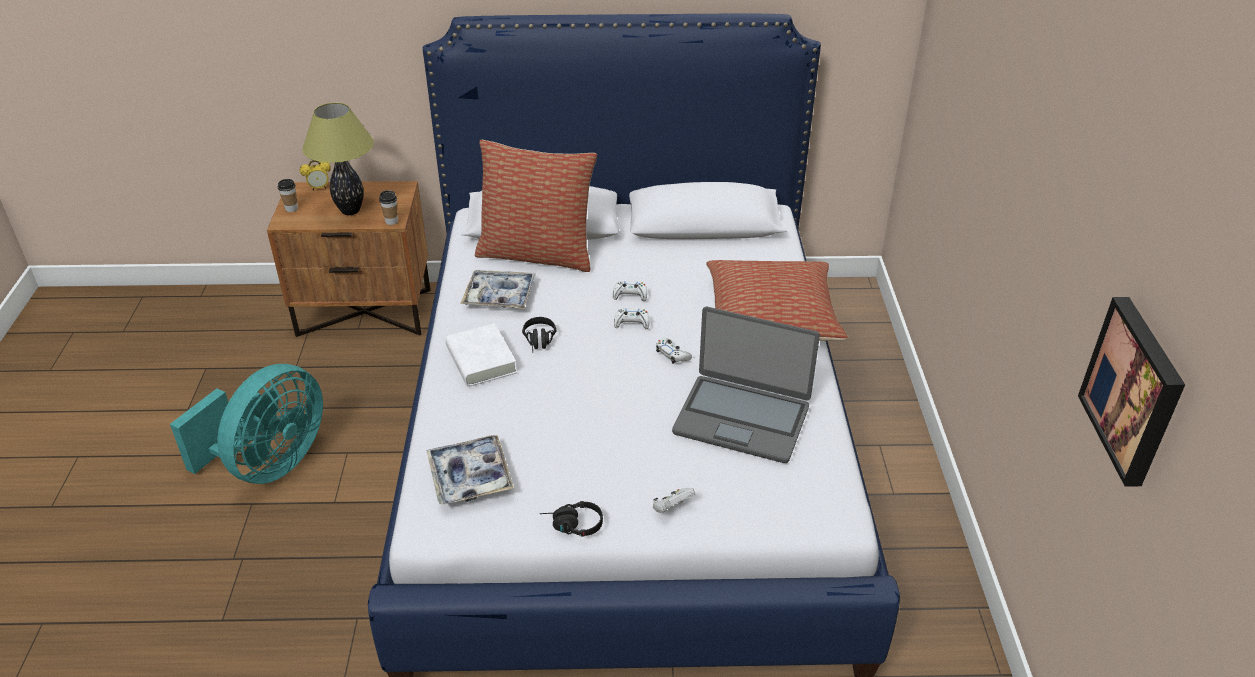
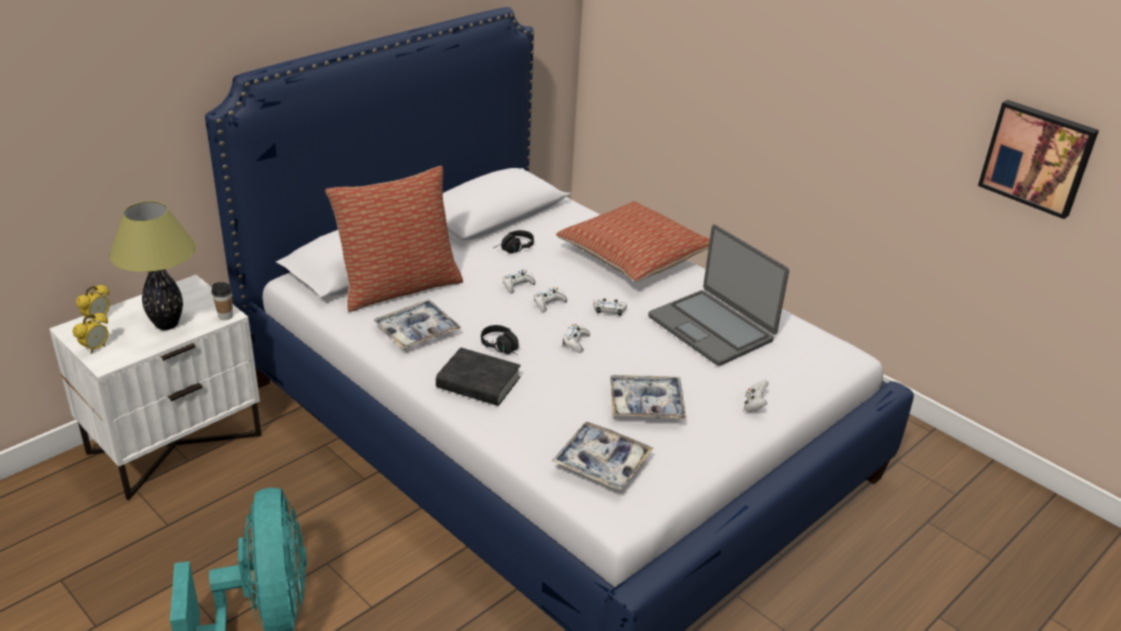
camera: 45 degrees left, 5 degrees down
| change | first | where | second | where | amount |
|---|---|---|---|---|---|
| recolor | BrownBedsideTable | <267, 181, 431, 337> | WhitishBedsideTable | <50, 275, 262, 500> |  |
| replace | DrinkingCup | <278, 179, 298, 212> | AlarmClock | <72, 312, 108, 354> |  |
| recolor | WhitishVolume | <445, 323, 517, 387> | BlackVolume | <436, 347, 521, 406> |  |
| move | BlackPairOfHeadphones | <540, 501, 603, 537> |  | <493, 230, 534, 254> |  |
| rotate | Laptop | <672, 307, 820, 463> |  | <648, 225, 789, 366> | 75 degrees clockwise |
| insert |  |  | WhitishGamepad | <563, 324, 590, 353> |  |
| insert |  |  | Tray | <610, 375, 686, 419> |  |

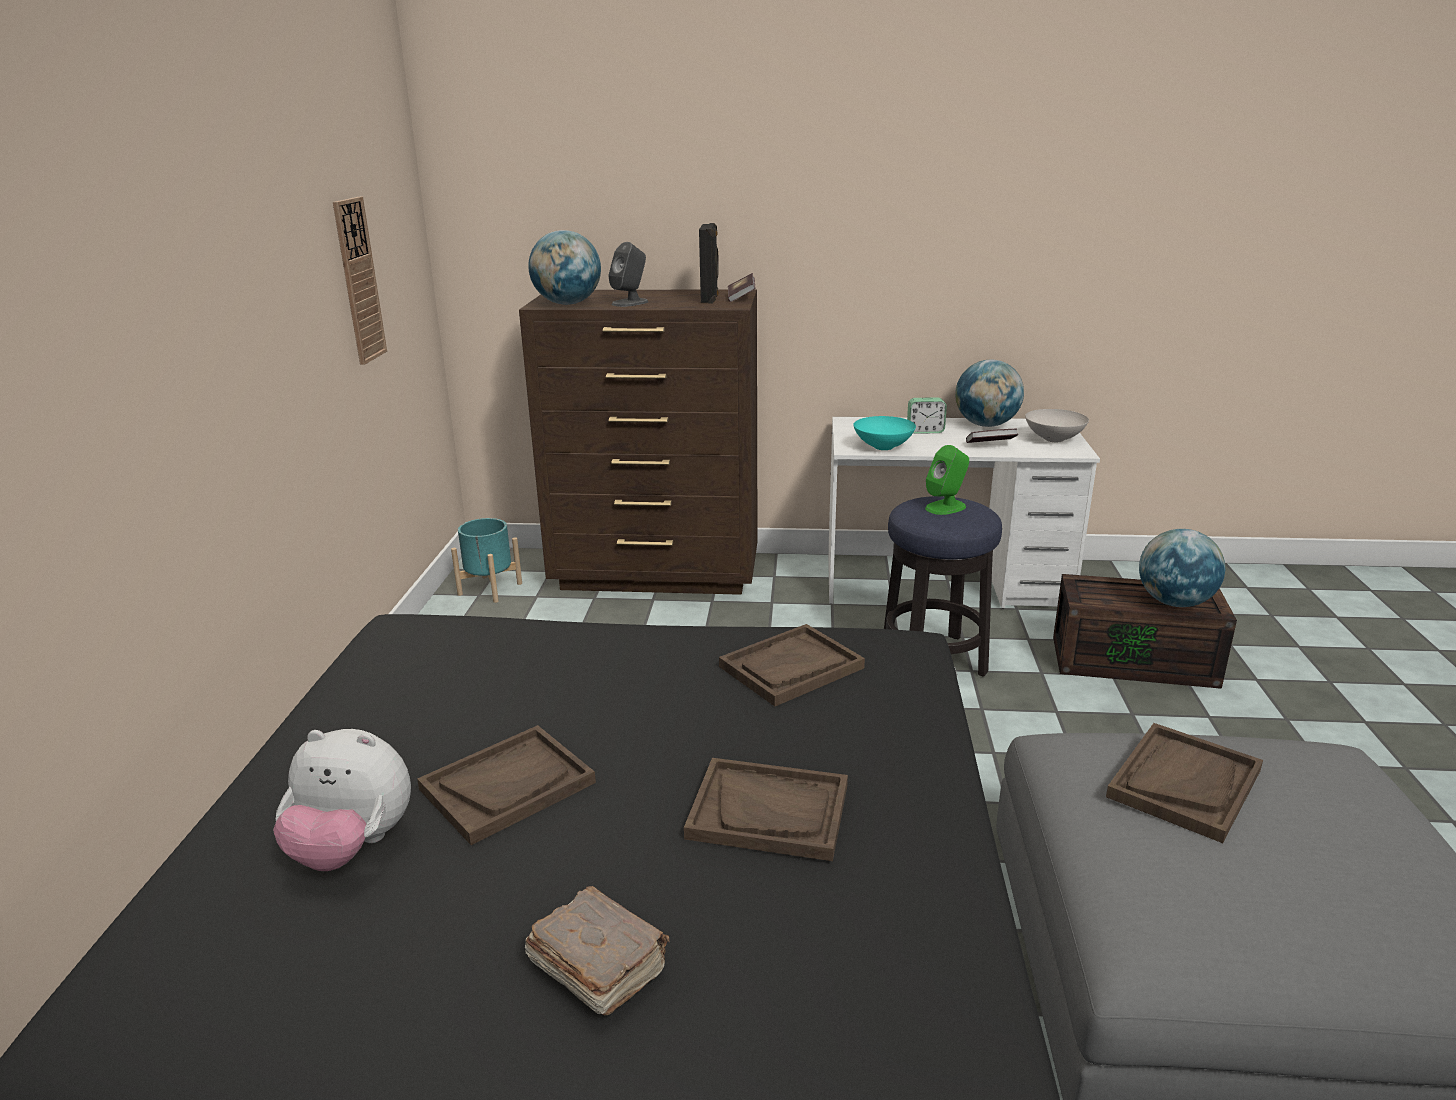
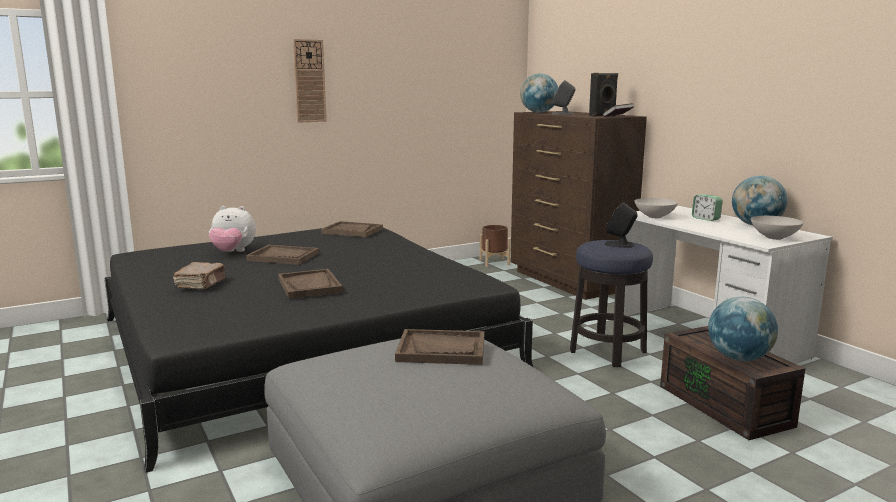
camera: 55 degrees right, 10 degrees down
| change | first | where | second | where | amount |
|---|---|---|---|---|---|
| rotate | CuddlyToy | <273, 729, 411, 871> |  | <209, 206, 256, 252> | 60 degrees counterclockwise |
| move | HangingClock | <333, 197, 387, 365> |  | <293, 39, 327, 123> |  |
| recolor | TurquoisePlanter | <451, 518, 522, 603> | BrownPlanter | <479, 225, 511, 267> |  |
| move | BrownTray | <719, 624, 865, 706> |  | <321, 221, 383, 237> |  |
| recolor | TurquoiseDeepDish | <854, 416, 916, 450> | WhitishDeepDish | <635, 198, 678, 218> |  |
| recolor | GreenColouredLoudspeaker | <925, 445, 969, 515> | BlackLoudspeaker | <605, 202, 638, 248> |  |
| delete | Volume | <966, 429, 1018, 443> |  |  |  |

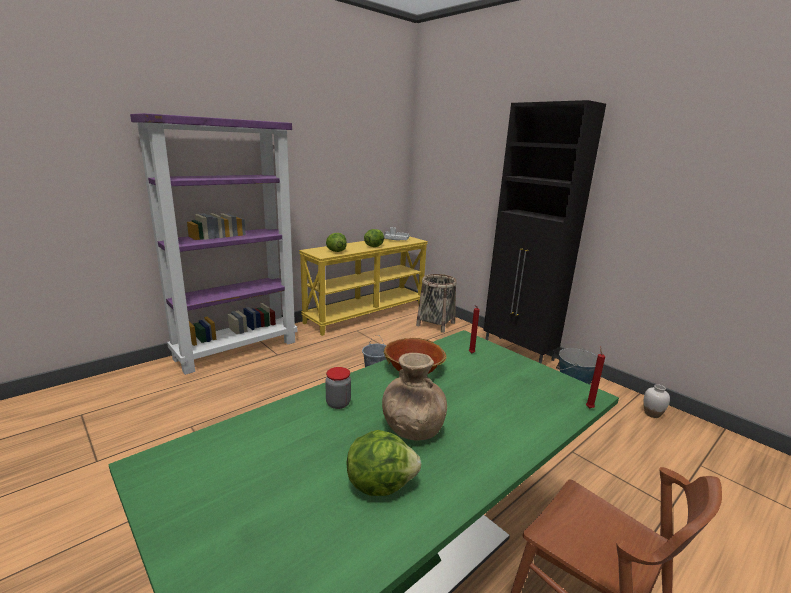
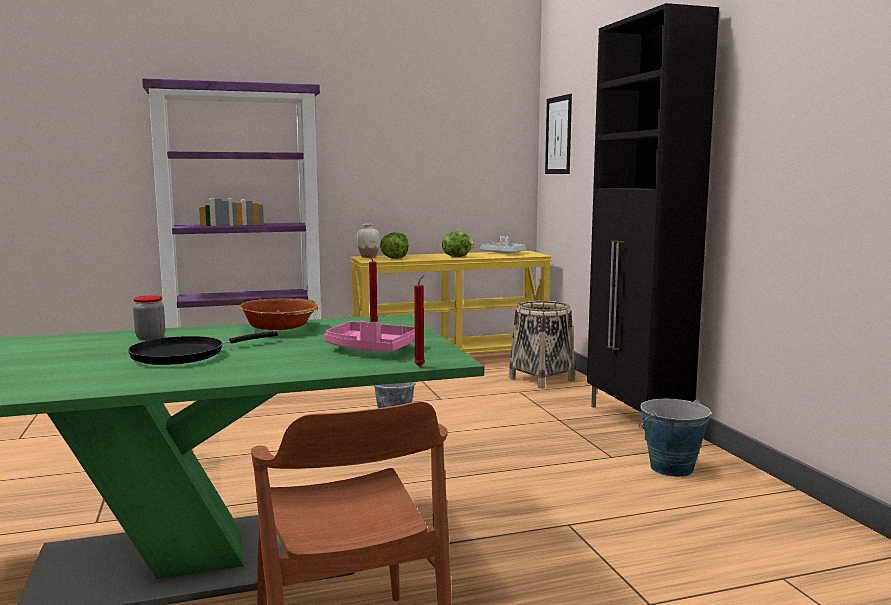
camera: 25 degrees right, 10 degrees down
| change | first | where | second | where | amount |
|---|---|---|---|---|---|
| delete | HeadOfLettuce | <346, 430, 421, 496> |  |  |  |
| replace | BrownDecorativeVase | <382, 353, 447, 440> | BlackSkillet | <128, 331, 278, 365> |  |
| move | WhitishDecorativeVase | <643, 384, 670, 418> |  | <357, 224, 380, 258> |  |
| insert |  |  | PinkColouredTray | <324, 321, 415, 352> |  |
| insert |  |  | WallPicture | <545, 94, 572, 174> |  |

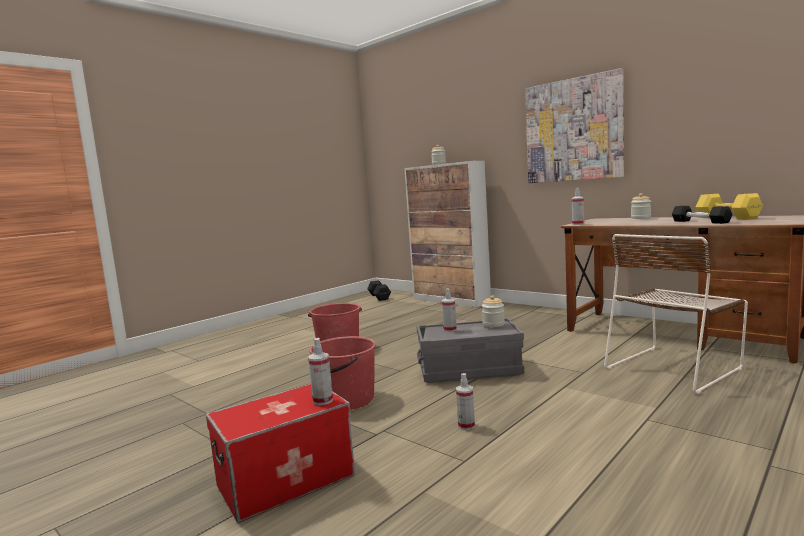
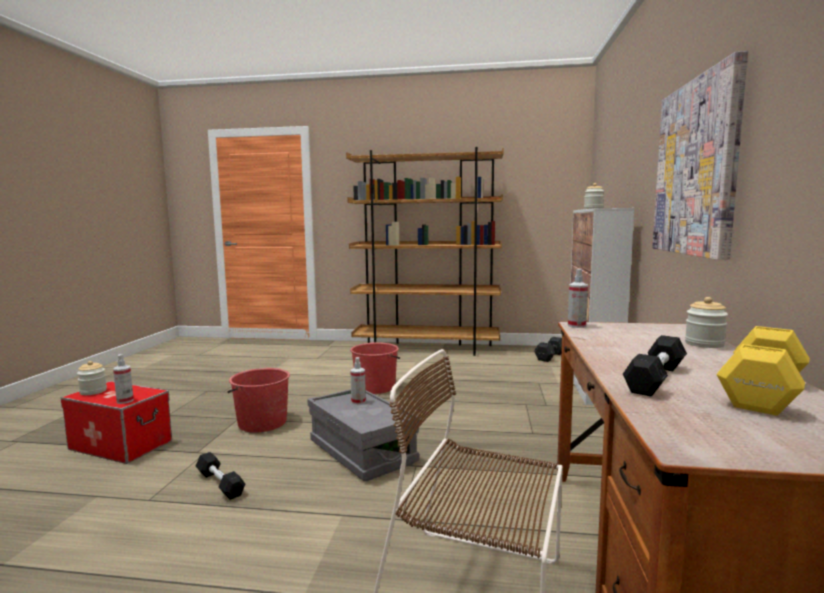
camera: 55 degrees right, 0 degrees up
| change | first | where | second | where | amount |
|---|---|---|---|---|---|
| replace | HandSprayer | <456, 373, 475, 430> | BlackHandWeight | <196, 452, 245, 500> |  |
| move | StorageJar | <482, 296, 505, 327> |  | <77, 361, 107, 395> |  |
| insert |  |  | BrownBookshelf | <346, 147, 504, 356> |  |

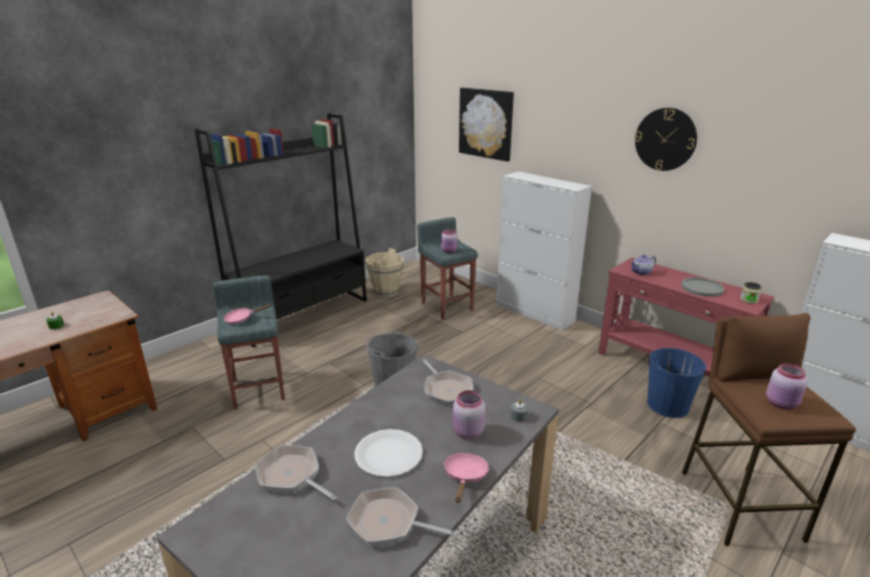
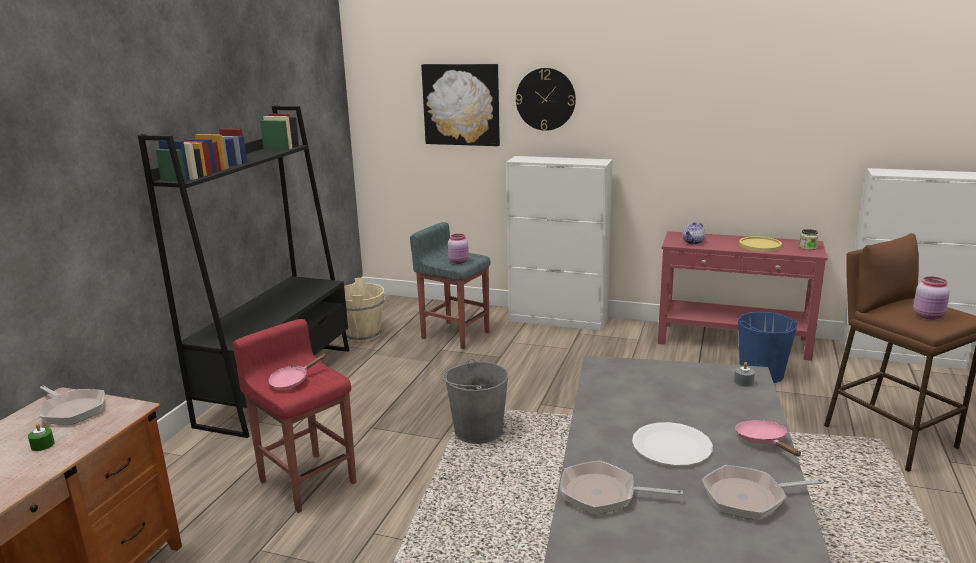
camera: 25 degrees left, 5 degrees down
| change | first | where | second | where | amount |
|---|---|---|---|---|---|
| recolor | GreyishStool | <213, 275, 285, 410> | RedStool | <232, 319, 357, 513> |  |
| move | Skillet | <422, 359, 473, 406> |  | <39, 386, 105, 425> |  |
| delete | PinkColouredStorageJar | <453, 390, 485, 439> |  |  |  |
| move | HangingClock | <635, 108, 697, 171> |  | <516, 68, 576, 131> |  |
| recolor | GreyishDinnerPlate | <681, 277, 724, 297> | YellowDinnerPlate | <739, 236, 782, 252> |  |

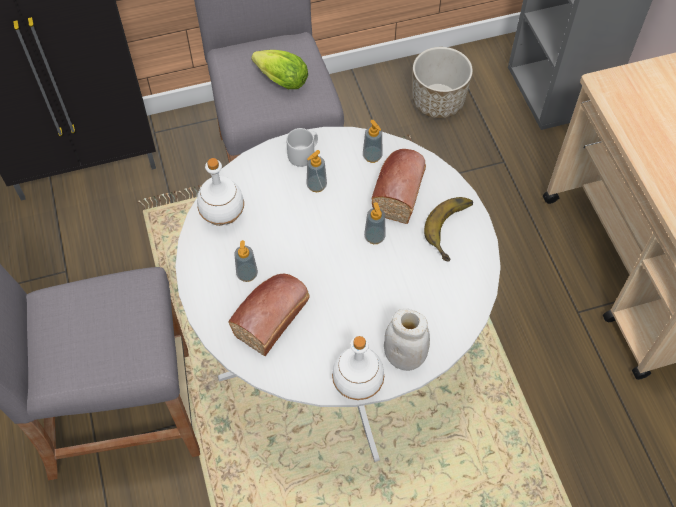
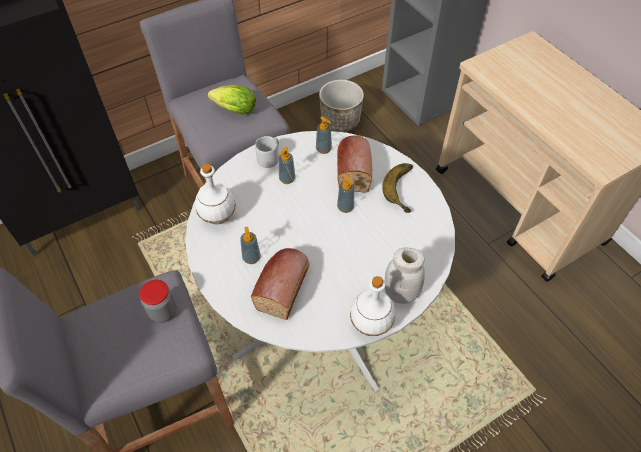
camera: 15 degrees left, 5 degrees down
| change | first | where | second | where | amount |
|---|---|---|---|---|---|
| insert |  |  | StorageJar | <139, 280, 177, 323> |  |

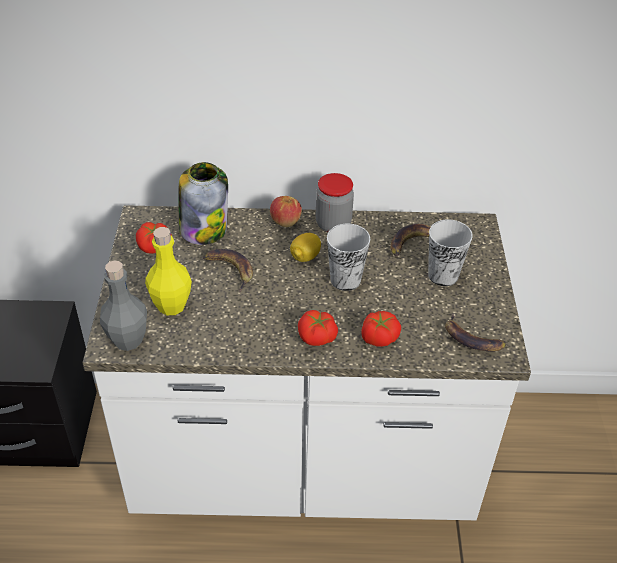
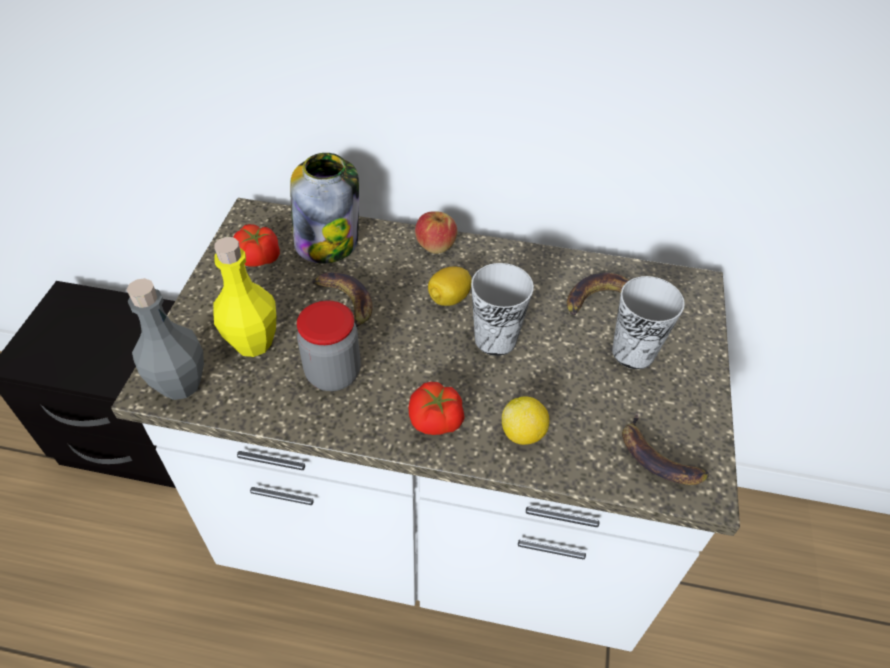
camera: 10 degrees right, 5 degrees up
| change | first | where | second | where | amount |
|---|---|---|---|---|---|
| move | StorageJar | <316, 173, 354, 232> |  | <297, 301, 361, 391> |  |
| replace | Tomato | <361, 311, 401, 347> | WholeLemon | <502, 396, 549, 445> |  |

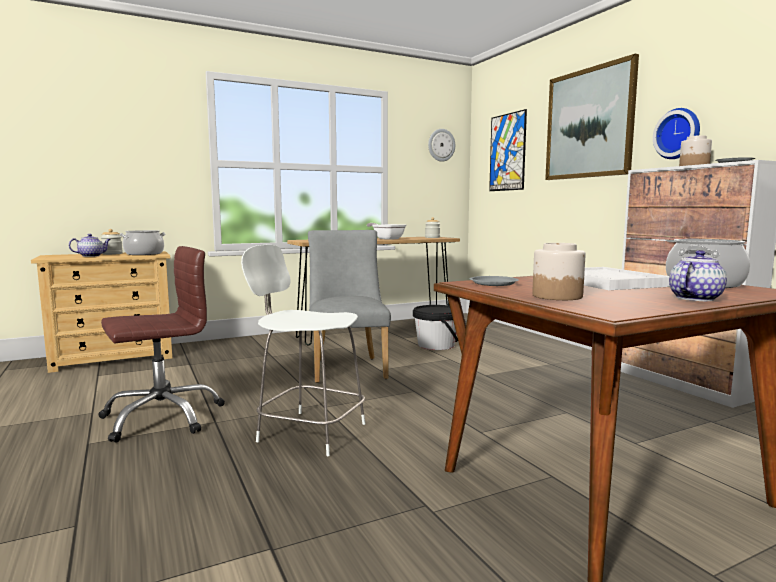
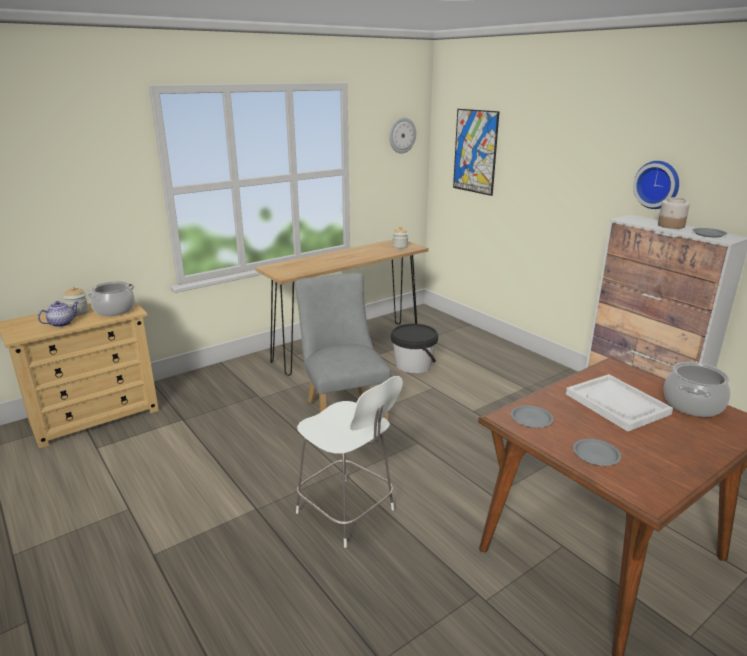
camera: 10 degrees left, 15 degrees up
| change | first | where | second | where | amount |
|---|---|---|---|---|---|
| delete | BrownDeskChair | <98, 246, 225, 443> |  |  |  |
| rotate | WhitishPlainChair | <241, 245, 365, 456> |  | <296, 376, 403, 548> | 150 degrees counterclockwise |
| delete | Skillet | <367, 223, 406, 240> |  |  |  |
| replace | StorageJar | <532, 243, 585, 300> | GreyishDinnerPlate | <573, 438, 621, 466> |  |
| delete | WallPicture | <545, 54, 639, 180> |  |  |  |
| delete | PotForTea | <669, 250, 727, 301> |  |  |  |

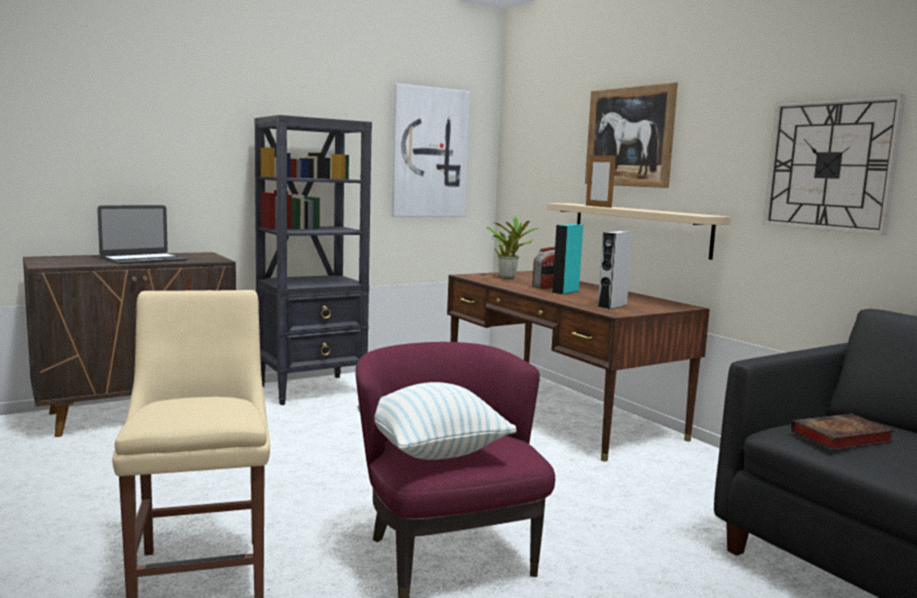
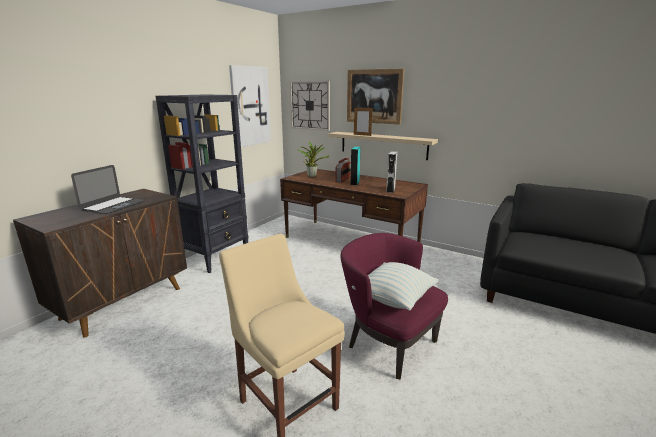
camera: 25 degrees left, 10 degrees up
| change | first | where | second | where | amount |
|---|---|---|---|---|---|
| move | HangingClock | <763, 94, 906, 236> |  | <290, 81, 330, 131> |  |
| delete | Volume | <791, 414, 895, 450> |  |  |  |

